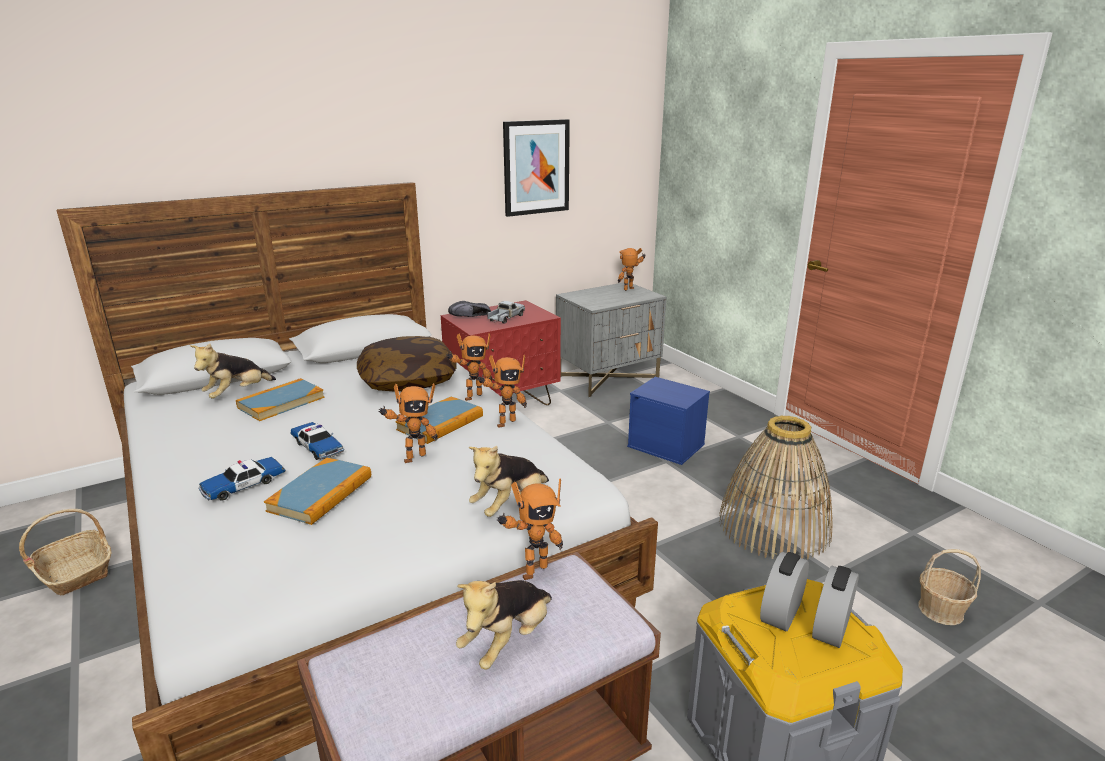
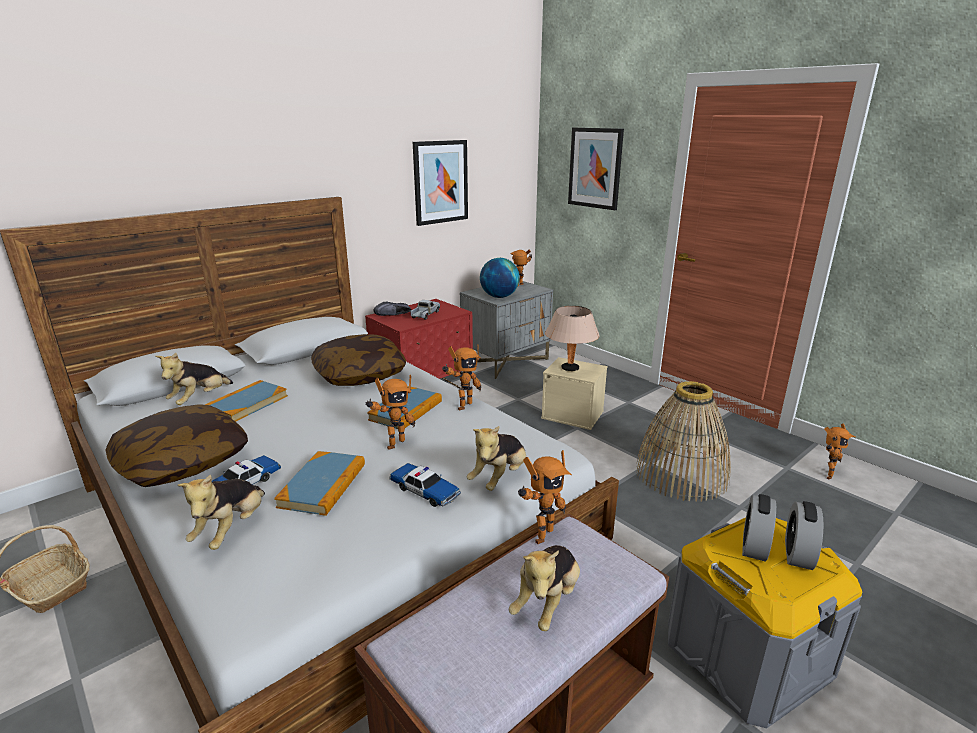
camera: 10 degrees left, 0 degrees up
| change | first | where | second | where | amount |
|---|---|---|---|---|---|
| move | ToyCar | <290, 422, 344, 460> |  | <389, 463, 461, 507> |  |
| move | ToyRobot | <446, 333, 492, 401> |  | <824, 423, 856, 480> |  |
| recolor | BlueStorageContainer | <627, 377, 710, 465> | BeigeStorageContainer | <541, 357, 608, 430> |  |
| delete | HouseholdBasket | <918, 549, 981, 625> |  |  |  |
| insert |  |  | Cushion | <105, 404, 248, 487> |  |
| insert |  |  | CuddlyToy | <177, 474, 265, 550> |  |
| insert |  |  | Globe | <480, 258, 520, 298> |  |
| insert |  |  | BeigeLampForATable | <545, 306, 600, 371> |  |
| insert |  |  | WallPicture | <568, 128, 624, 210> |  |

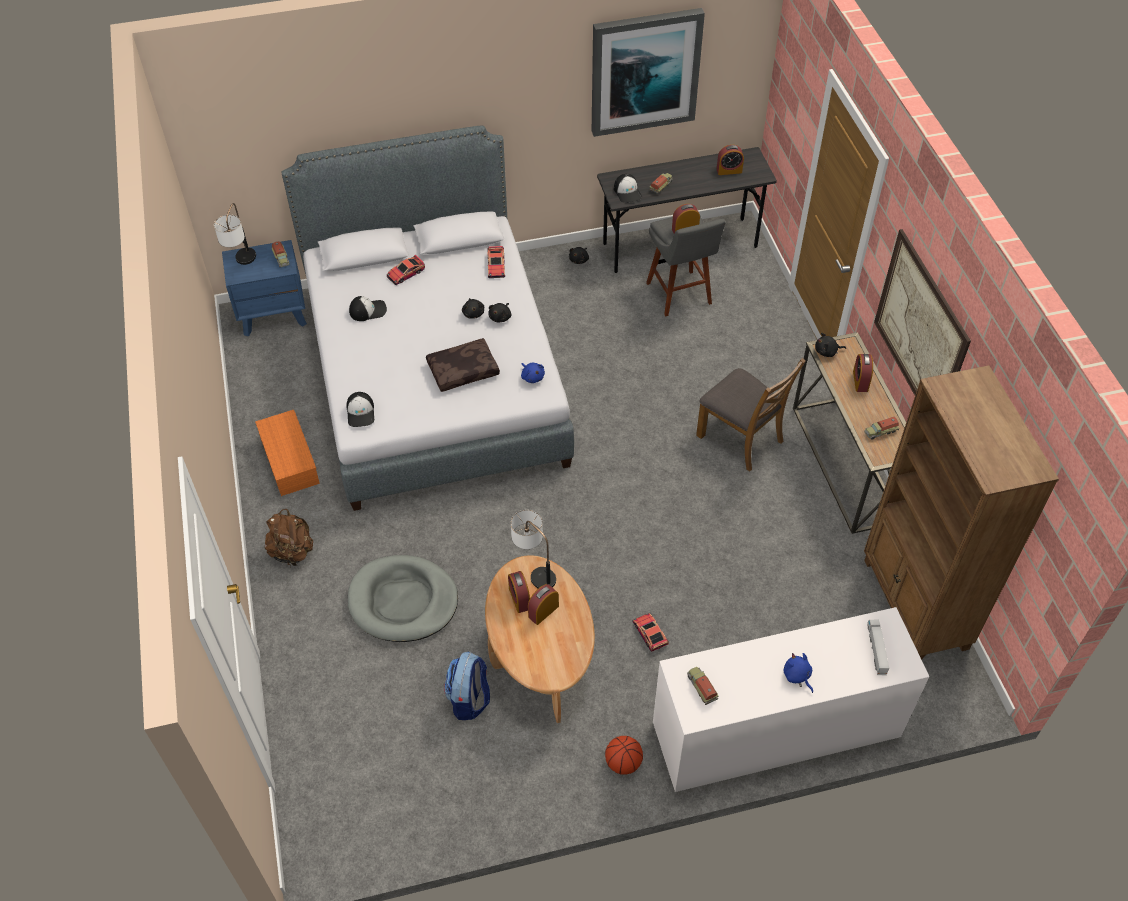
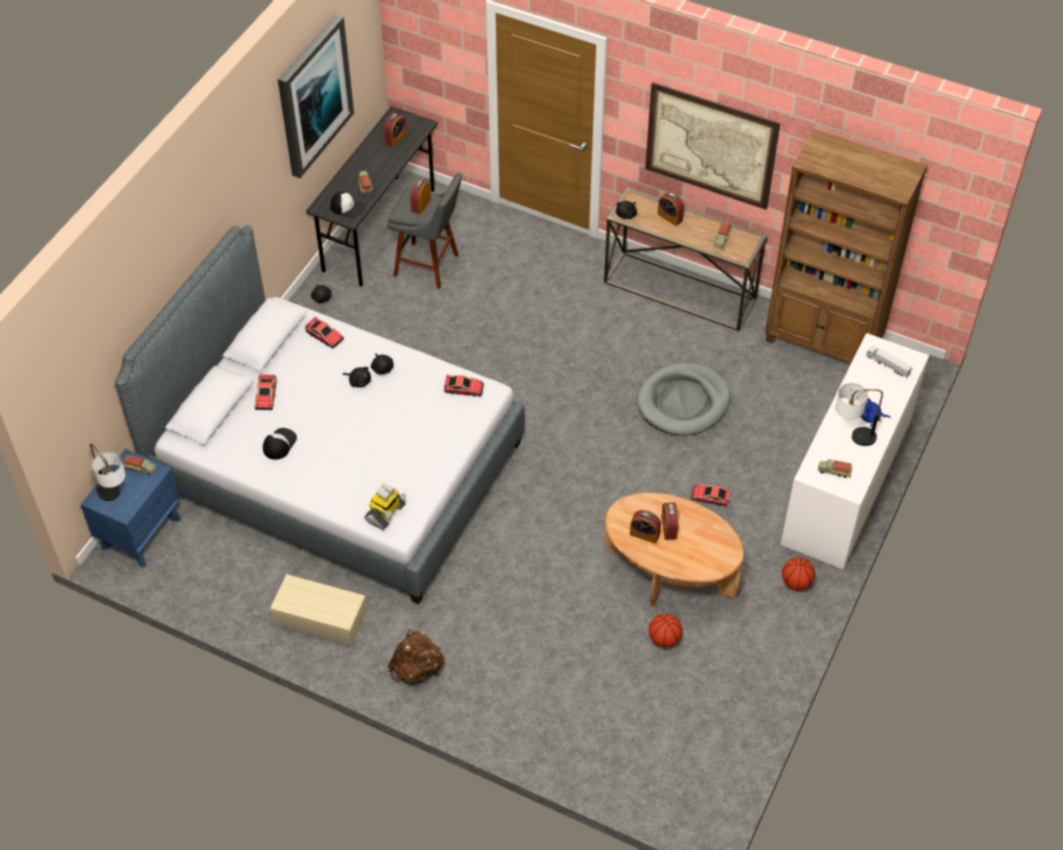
camera: 50 degrees left, 0 degrees up
| change | first | where | second | where | amount |
|---|---|---|---|---|---|
| recolor | OrangeyStorageContainer | <255, 410, 320, 496> | BeigeStorageContainer | <270, 574, 367, 645> |  |
| replace | BaseballCap | <346, 392, 374, 427> | ToyRobot | <364, 483, 407, 530> |  |
| move | GreyishDogCushion | <348, 555, 458, 642> |  | <637, 363, 731, 436> |  |
| delete | BrownCushion | <426, 338, 500, 392> |  |  |  |
| replace | Backpack | <444, 651, 490, 720> | BasketballBall | <648, 614, 683, 648> |  |
| move | LampForATable | <511, 510, 556, 588> |  | <836, 383, 883, 446> |  |
| replace | BlueCuddlyToy | <521, 363, 545, 383> | ToyCar | <444, 374, 484, 397> |  |
| delete | BrownPlainChair | <696, 358, 806, 472> |  |  |  |

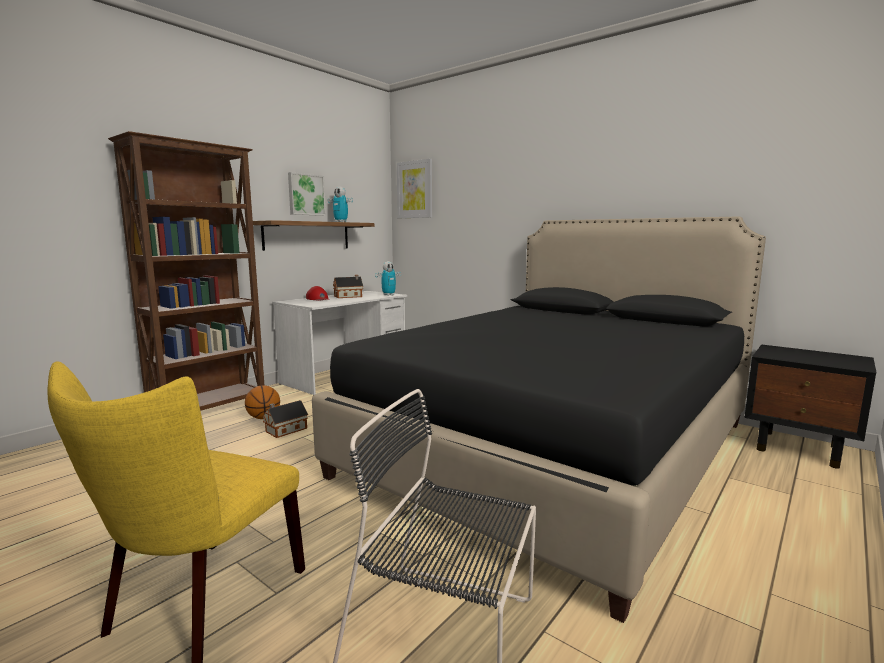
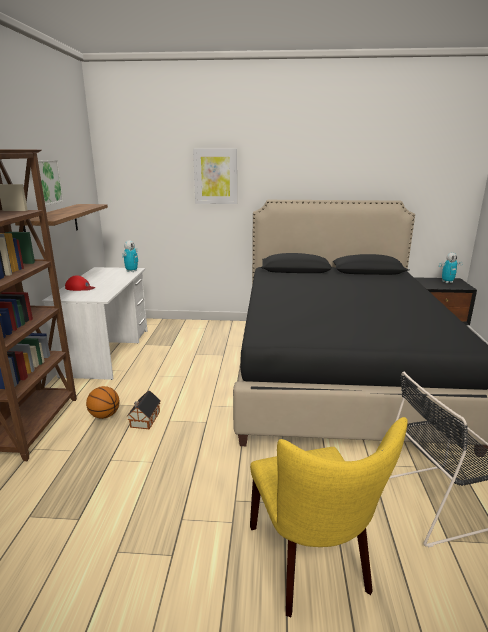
camera: 35 degrees left, 10 degrees up
| change | first | where | second | where | amount |
|---|---|---|---|---|---|
| move | ToyRobot | <328, 186, 353, 222> |  | <439, 253, 462, 283> |  |
| delete | MiniatureHouse | <333, 275, 363, 298> |  |  |  |
| move | WallPicture | <397, 159, 432, 218> |  | <193, 149, 237, 204> |  |

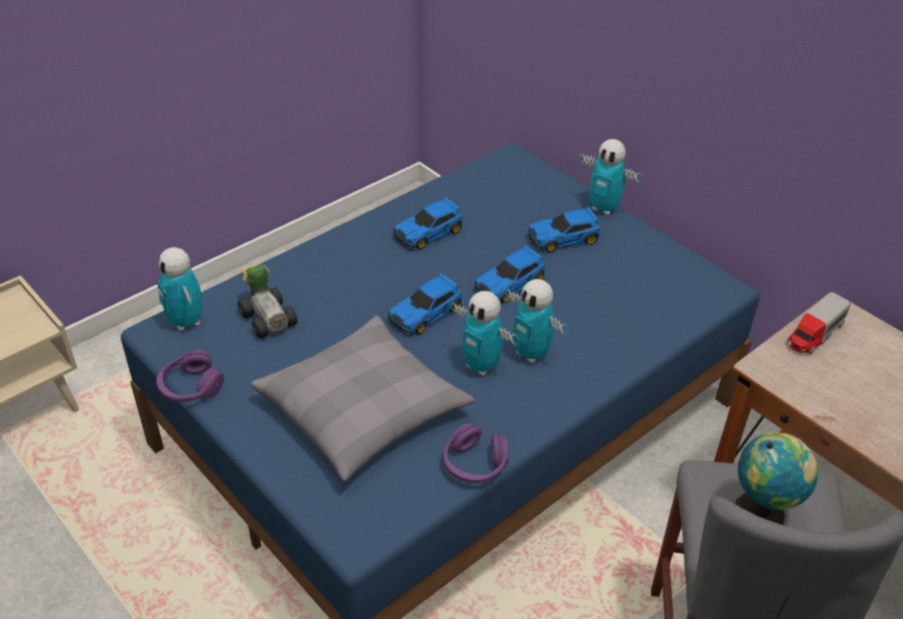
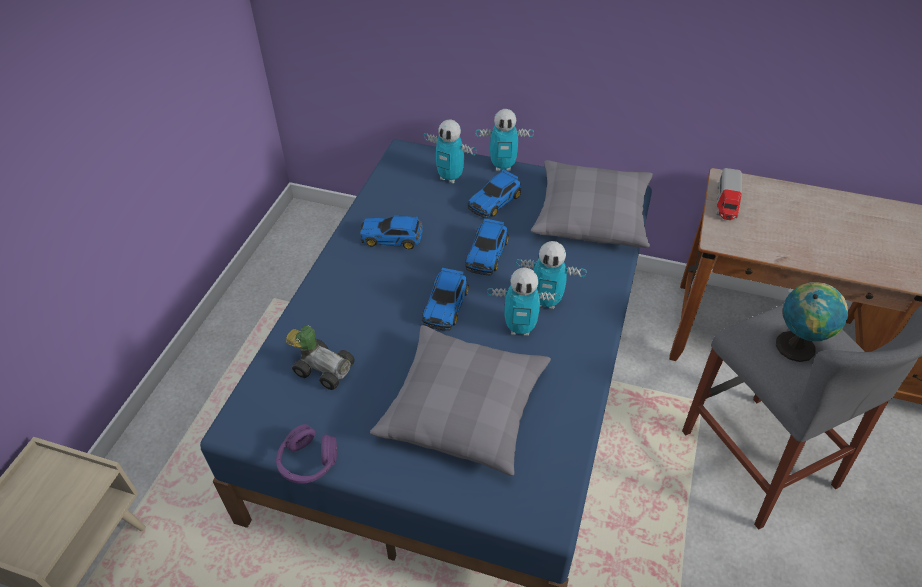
camera: 30 degrees left, 5 degrees up
| change | first | where | second | where | amount |
|---|---|---|---|---|---|
| move | ToyRobot | <157, 247, 203, 331> |  | <424, 119, 477, 183> |  |
| rotate | ToyCar | <393, 197, 464, 250> |  | <360, 216, 423, 250> | 75 degrees clockwise |
| delete | PurplishPairOfHeadphones | <443, 423, 509, 483> |  |  |  |
| insert |  |  | GreyishCushion | <531, 160, 653, 248> |  |

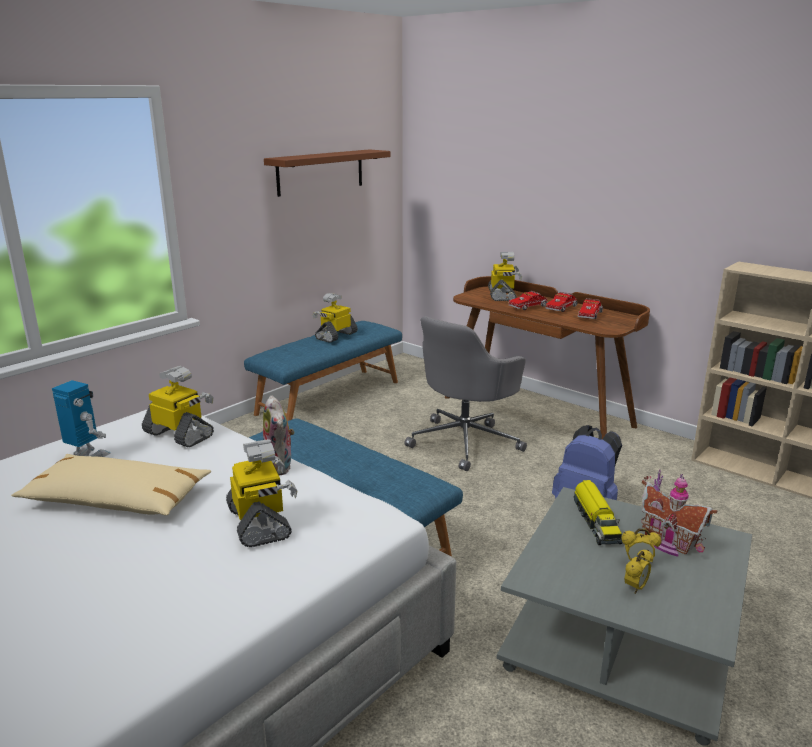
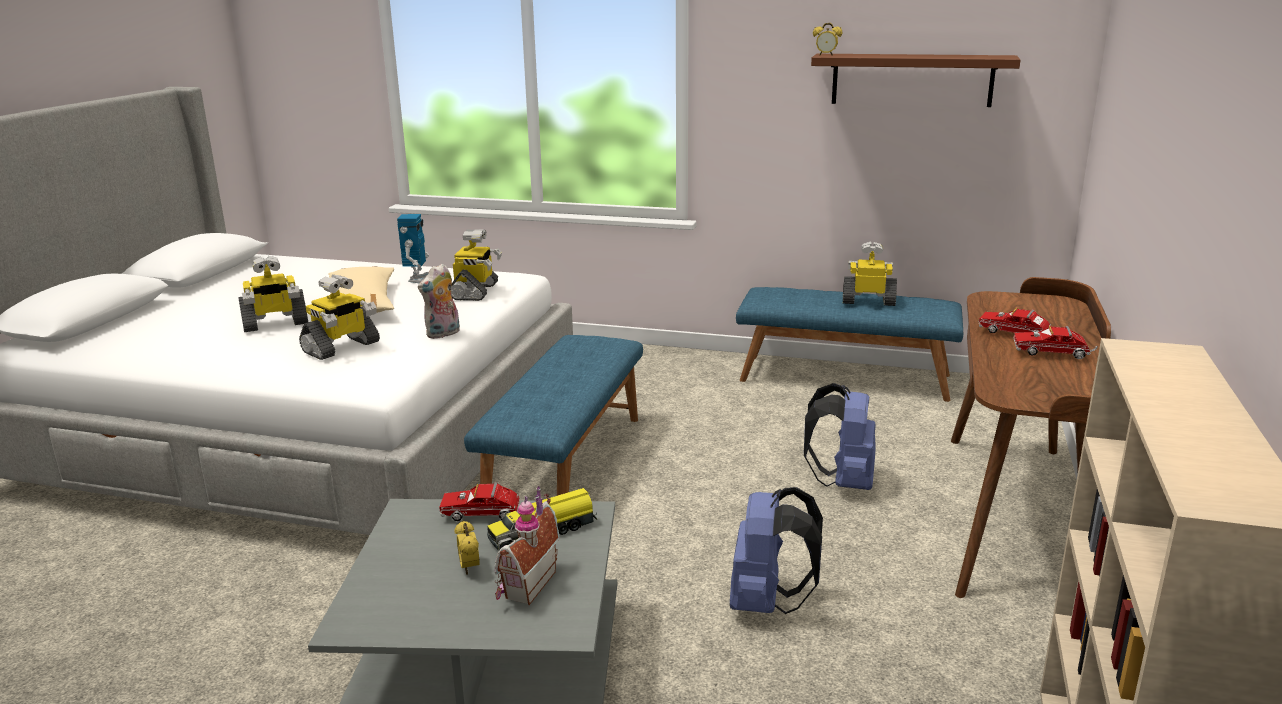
camera: 65 degrees right, 0 degrees up
| change | first | where | second | where | amount |
|---|---|---|---|---|---|
| replace | GreyishDeskChair | <405, 316, 527, 471> | BlueBackpack | <804, 383, 876, 490> |  |
| move | ToyRobot | <488, 252, 522, 301> |  | <238, 256, 308, 332> |  |
| move | ToyTruck | <578, 298, 603, 319> |  | <439, 482, 520, 521> |  |
| move | AlarmClock | <624, 549, 653, 594> |  | <813, 23, 842, 56> |  |

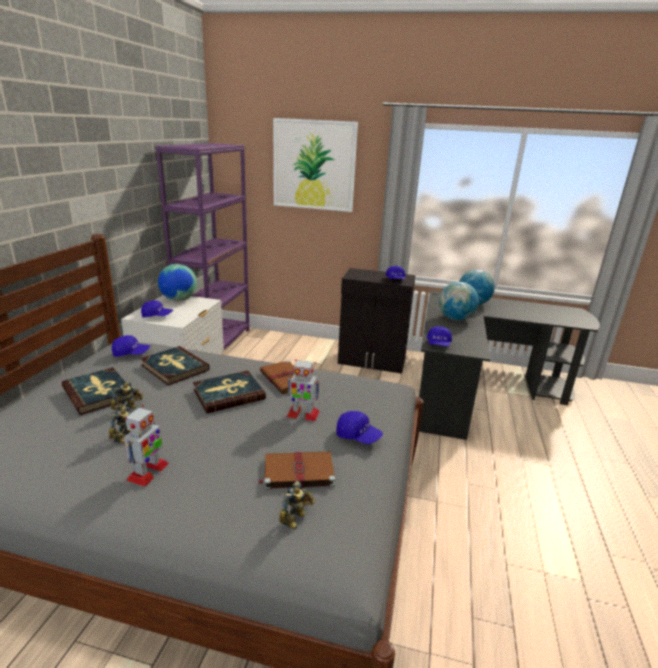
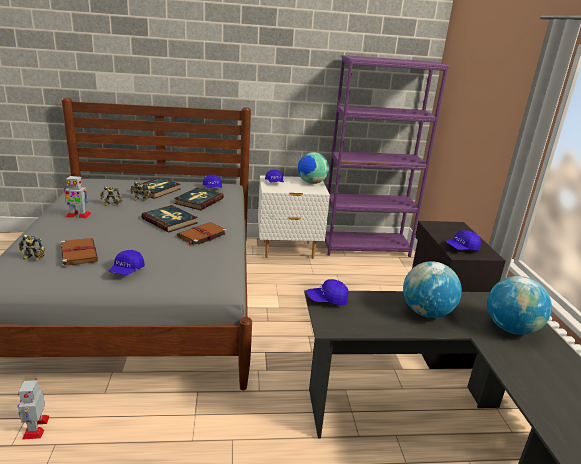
camera: 70 degrees right, 0 degrees up
| change | first | where | second | where | amount |
|---|---|---|---|---|---|
| delete | WallPicture | <273, 118, 358, 212> |  |  |  |
| move | ToyRobot | <286, 360, 320, 421> |  | <18, 378, 50, 440> |  |

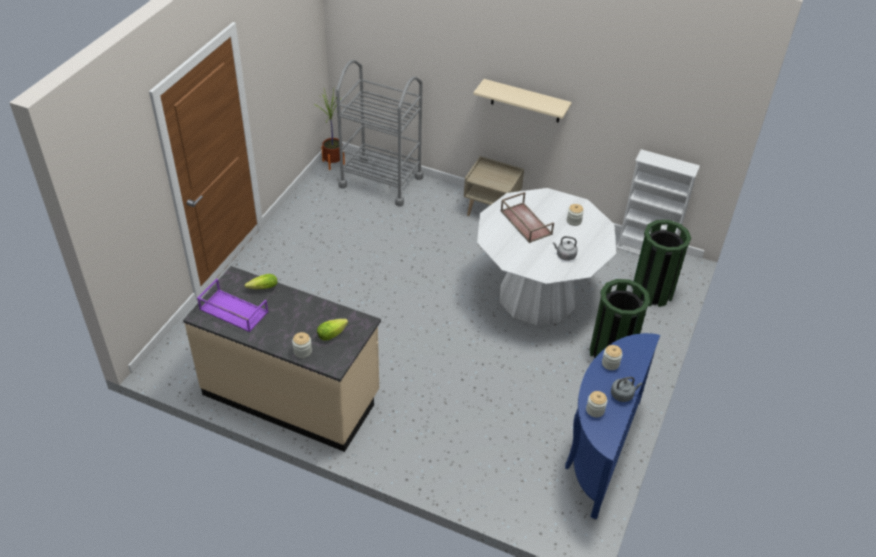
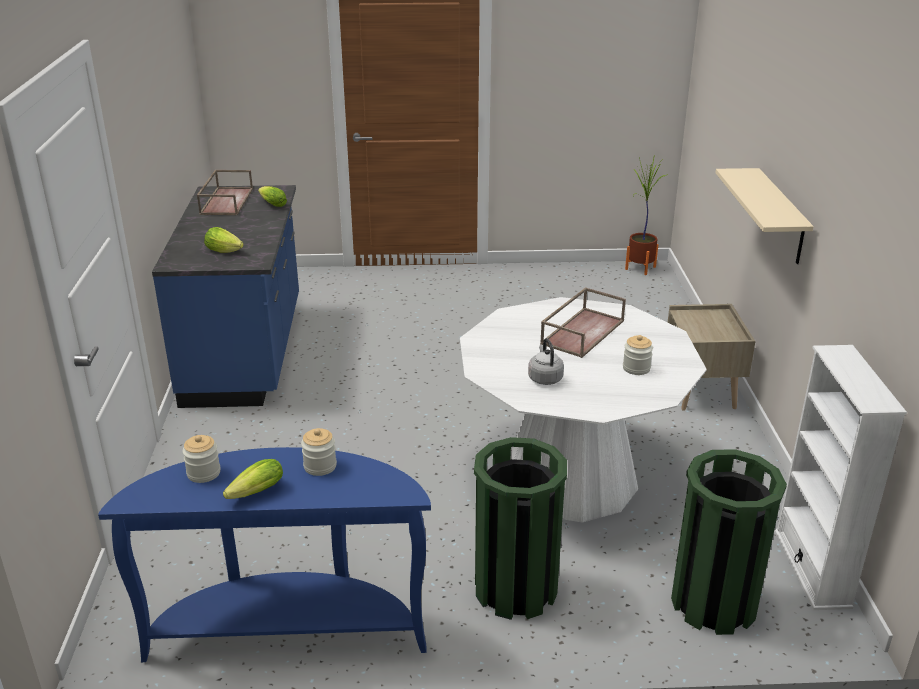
camera: 65 degrees right, 15 degrees down
| change | first | where | second | where | amount |
|---|---|---|---|---|---|
| recolor | BeigeKitchenBaseUnit | <183, 266, 381, 452> | BlueKitchenBaseUnit | <152, 185, 299, 408> |  |
| recolor | PurplishTray | <197, 279, 268, 332> | BrownTray | <197, 170, 253, 215> |  |
| delete | StorageJar | <292, 332, 312, 358> |  |  |  |
| delete | GreyishCart | <336, 60, 423, 207> |  |  |  |
| replace | GreyishTeaKettle | <611, 377, 642, 402> | HeadOfLettuce | <223, 459, 283, 499> |  |

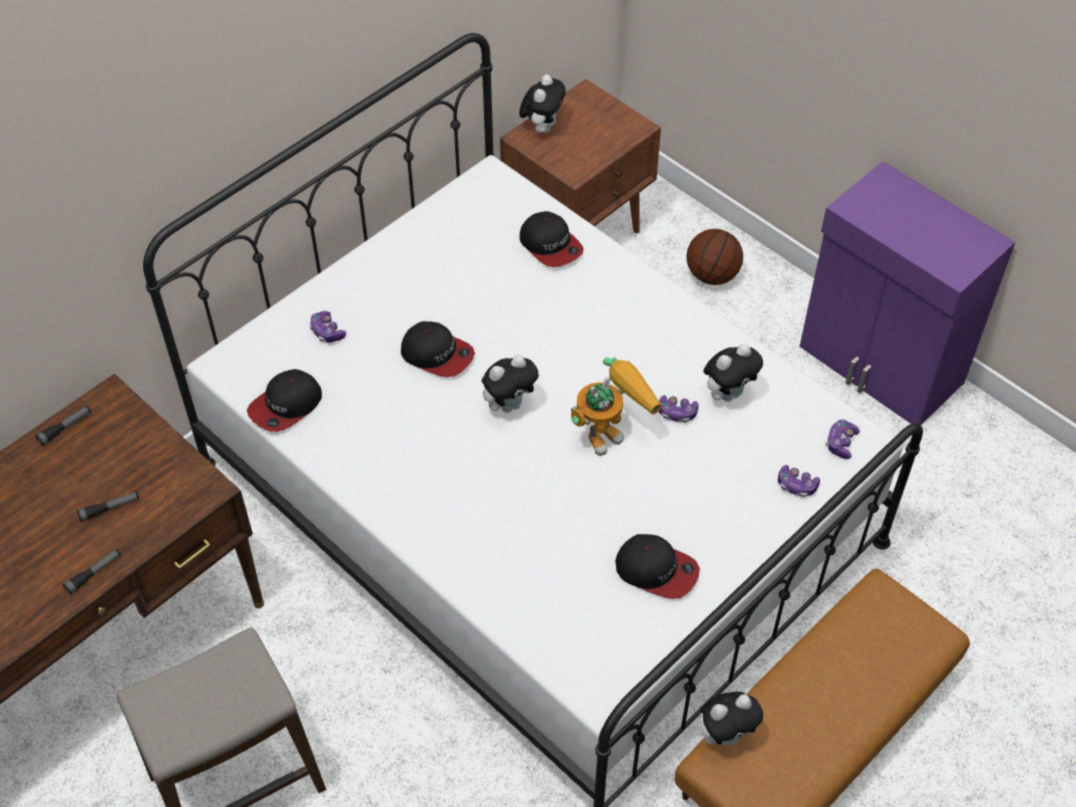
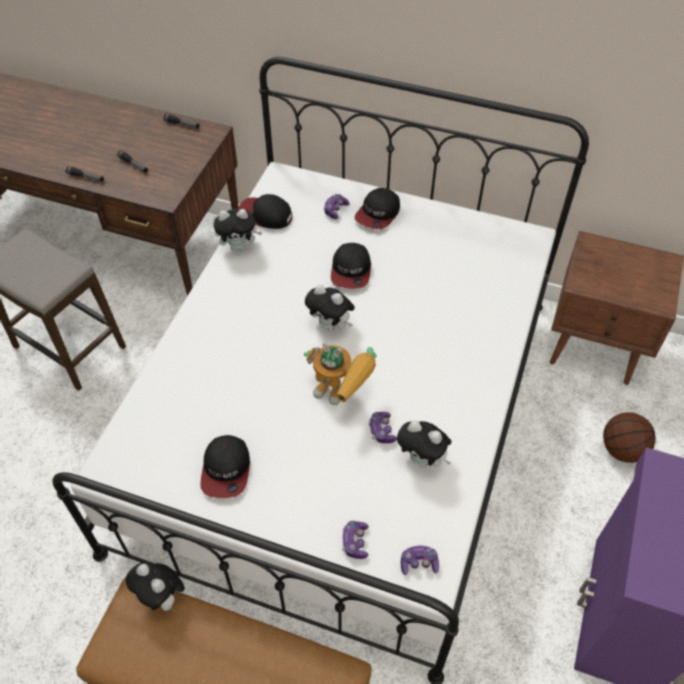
camera: 65 degrees right, 0 degrees up
| change | first | where | second | where | amount |
|---|---|---|---|---|---|
| move | CuddlyToy | <519, 75, 566, 133> |  | <214, 209, 262, 251> |  |
| move | BaseballCap | <520, 211, 584, 267> |  | <355, 188, 400, 229> |  |

